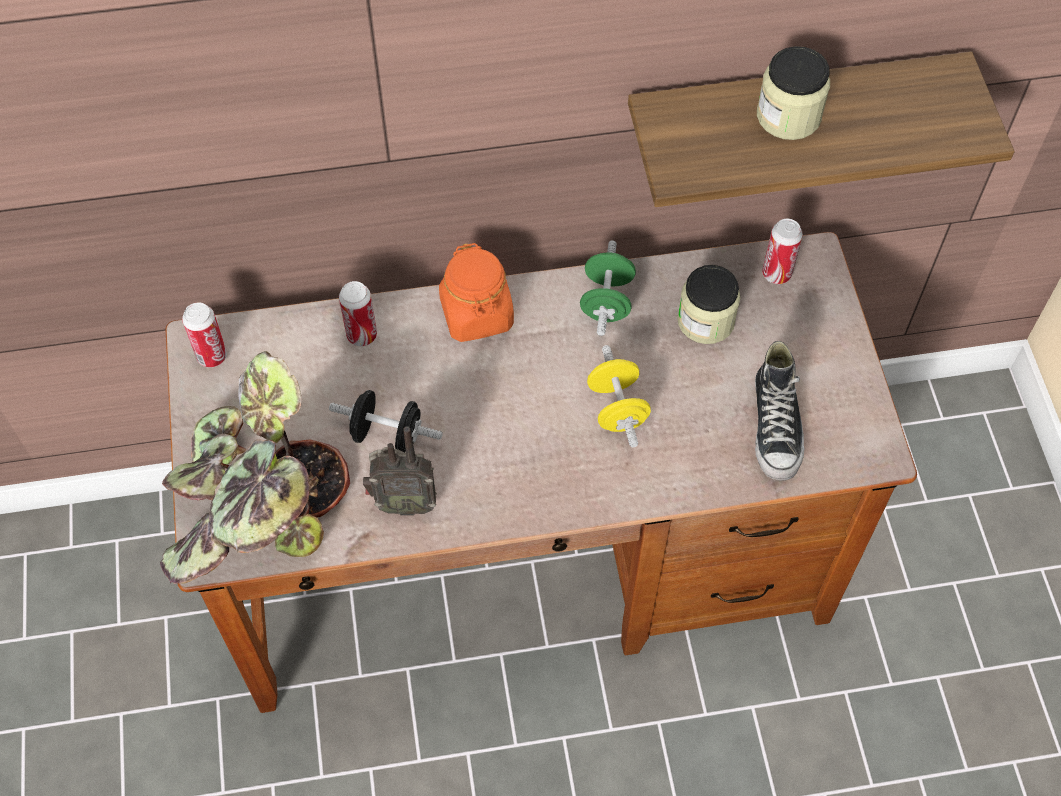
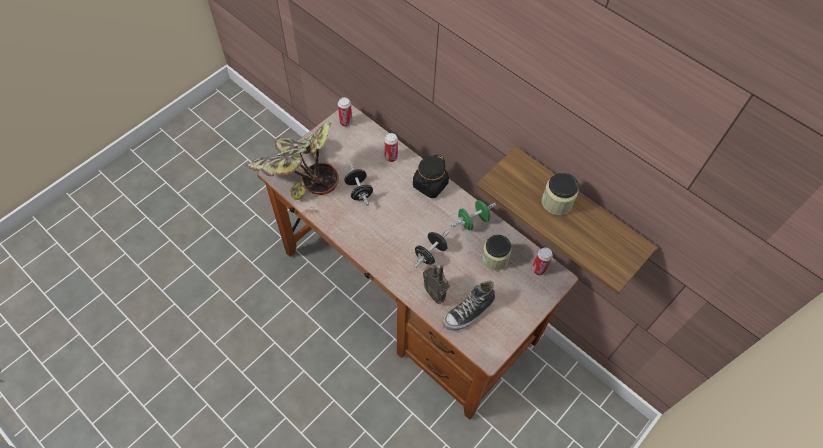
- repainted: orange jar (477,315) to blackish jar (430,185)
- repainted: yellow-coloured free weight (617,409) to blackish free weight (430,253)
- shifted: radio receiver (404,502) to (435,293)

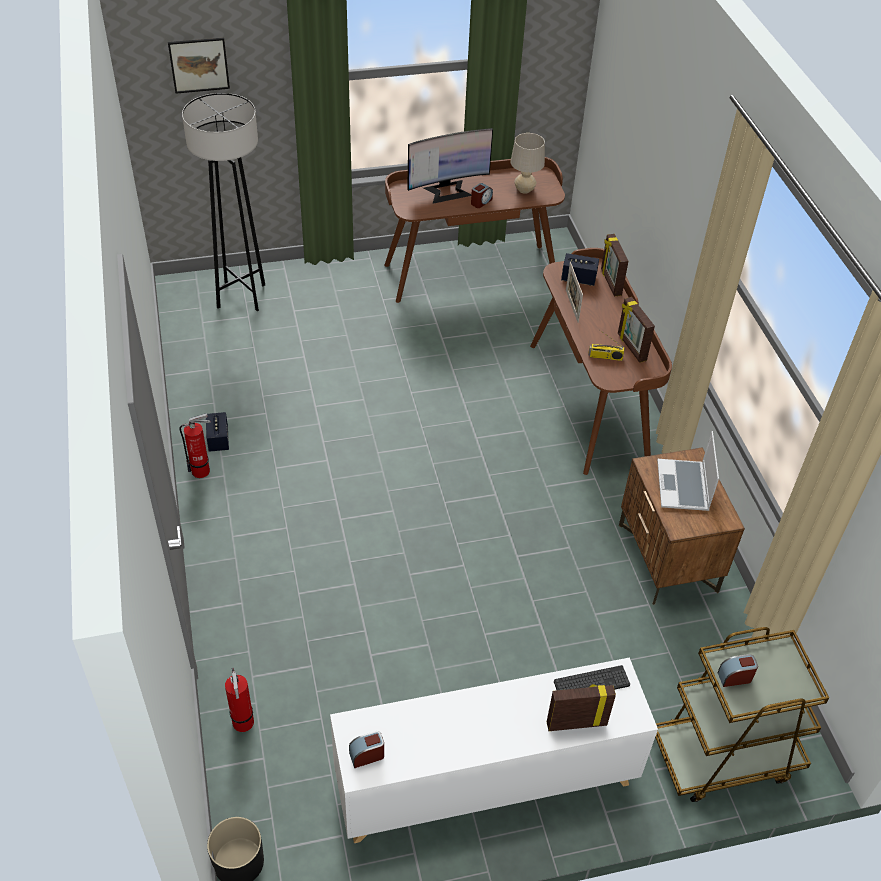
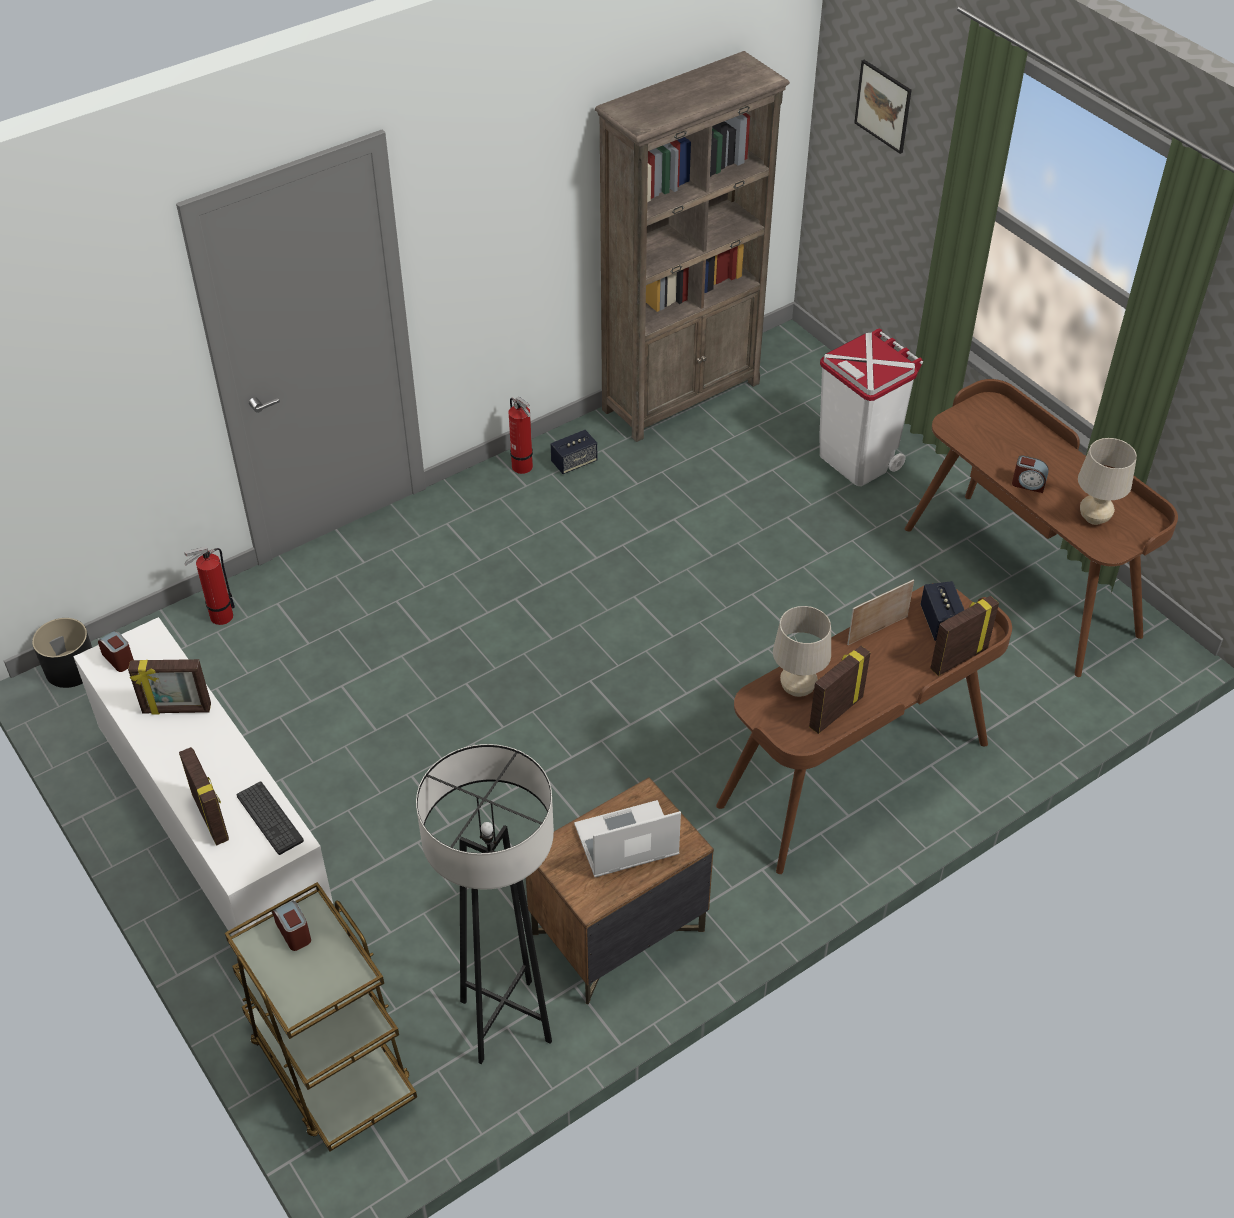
- shifted: gray standard lamp (241,296) to (506,1021)
- gone: monitor (447,191)
- swapped: radio receiver (605,357) to beige lamp for a table (797,689)
- new: brownish shelving unit (682,396)
- new: whitish waste bin (857,459)
- new: picture frame (176,710)

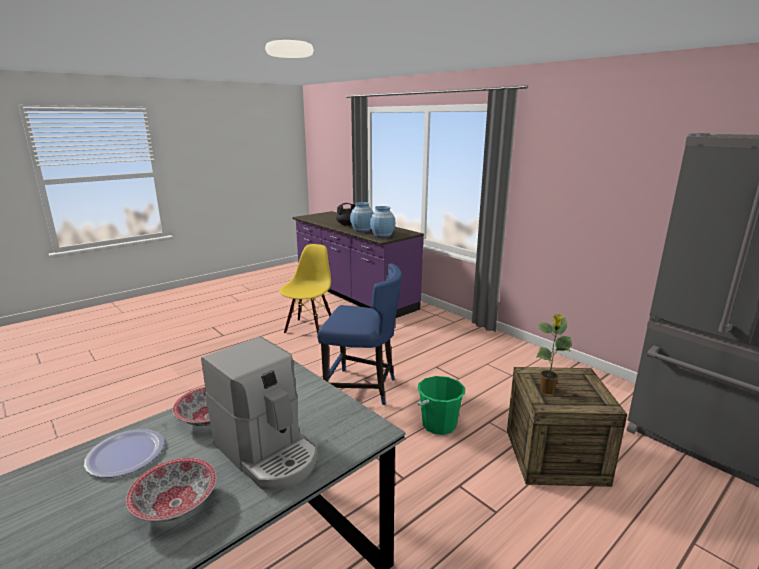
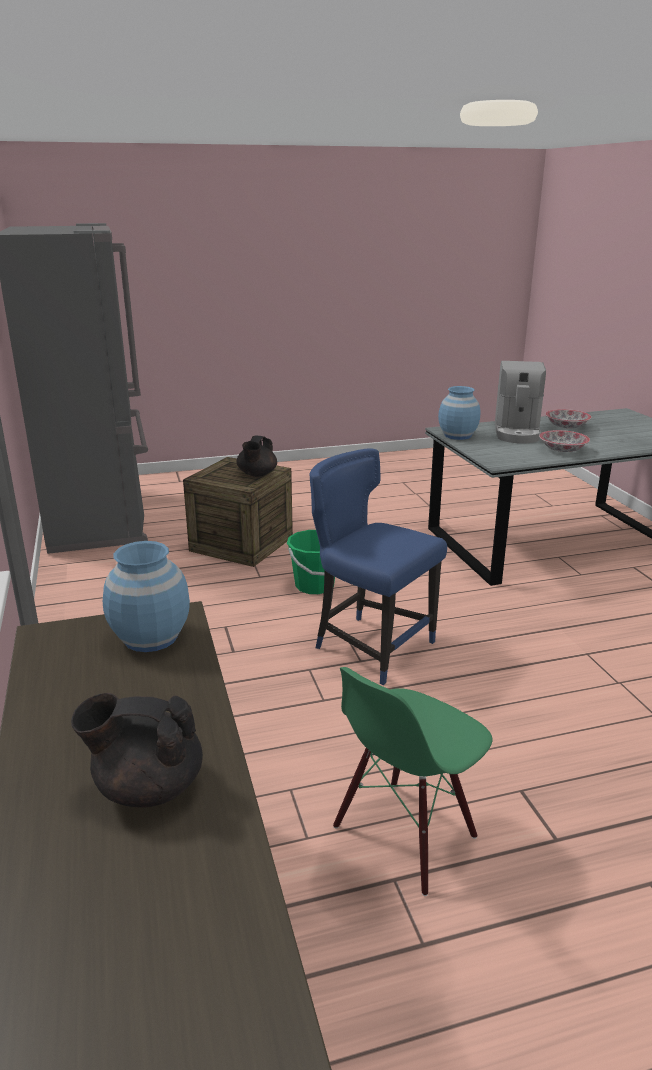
- shifted: blue vase (362,230) to (457,435)
- repainted: yellow-coloured chair (309,329) to greenish chair (405,834)
- swapped: potted plant (547,391) to blackish teapot (257,474)
- rotated: coffee machine (268,452) = (517,432) 150 degrees counterclockwise
- gone: plate (125,454)

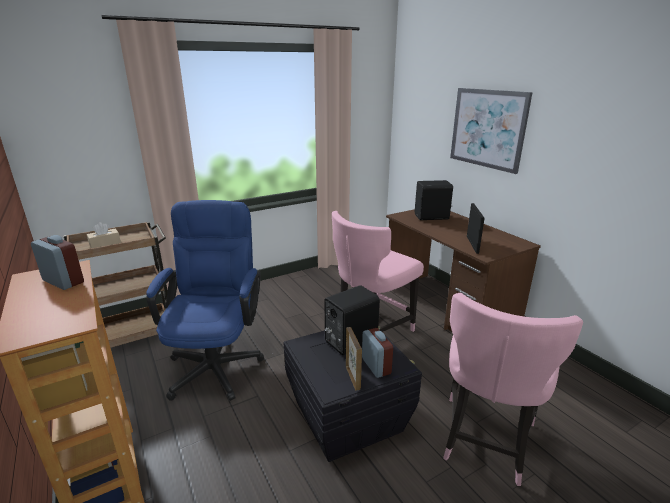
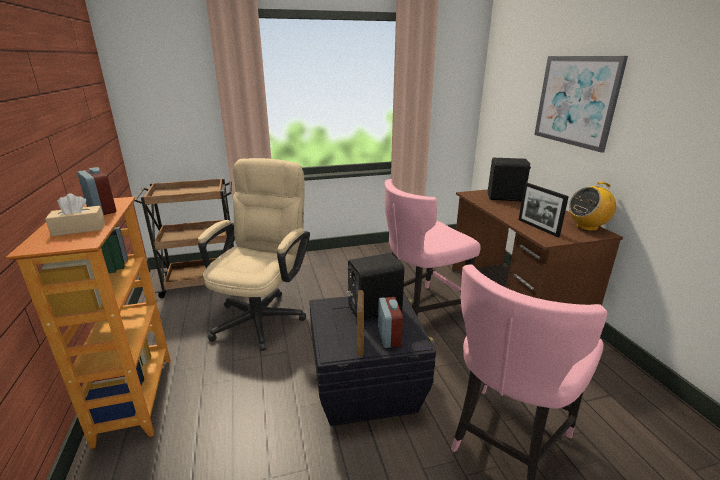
- repainted: blue computer chair (217,362) to beige computer chair (263,315)
- rotated: picture frame (472,244) = (538,228) 135 degrees clockwise
- shifted: beige tissue holder (105,244) to (79,229)
- new: radio receiver (587,227)

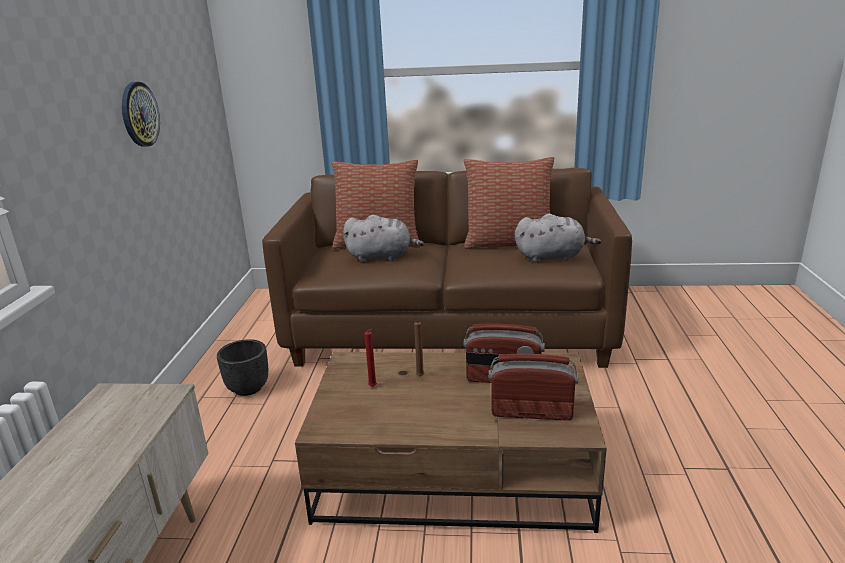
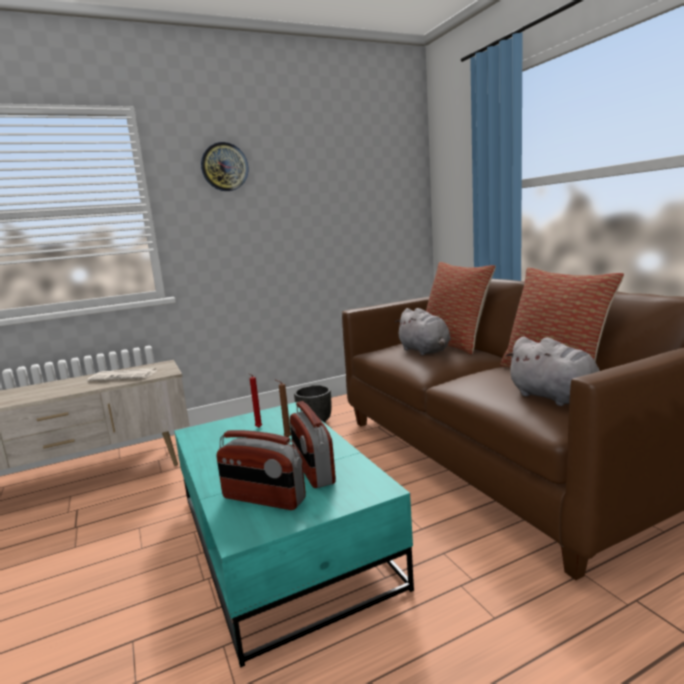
- shifted: wall clock (139,114) to (224,167)
- repainted: brownish lounge table (455,470) to turquoise lounge table (283,540)
- rotated: radio receiver (531,412) = (263,499) 135 degrees clockwise
- new: newspaper (124,376)

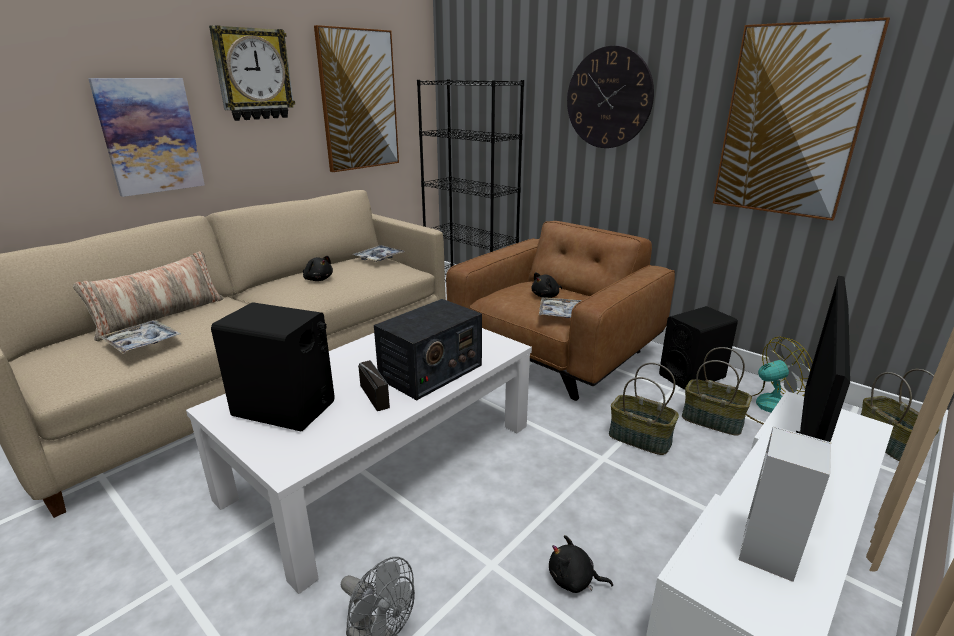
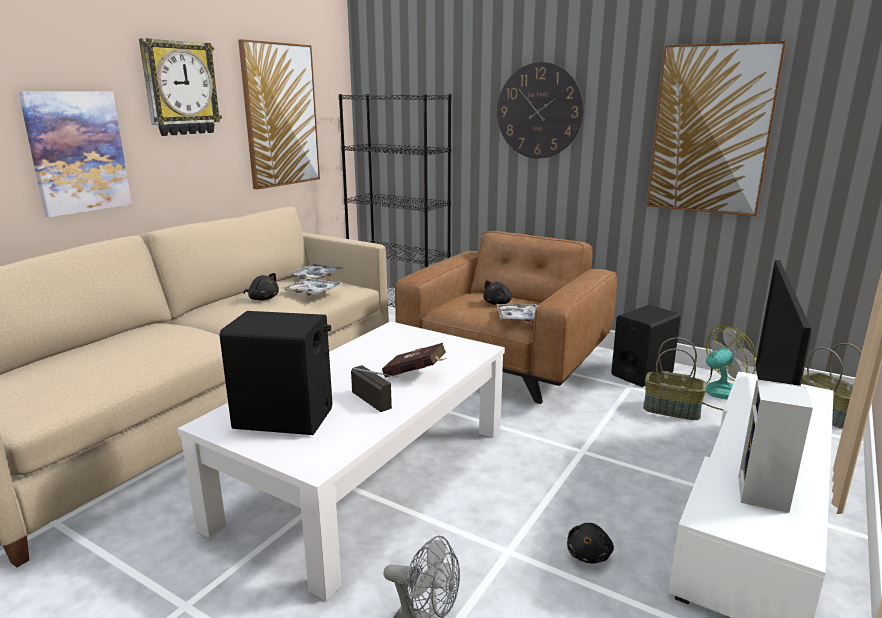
- gone: pillow (160,316)
- swapped: radio receiver (430,372) to reddish bound book (416,375)
- shifted: carrying tray (142,343) to (313,292)
- gone: basket (639,439)
- rotated: blackish cuddly toy (574,580) = (589,554) 75 degrees counterclockwise

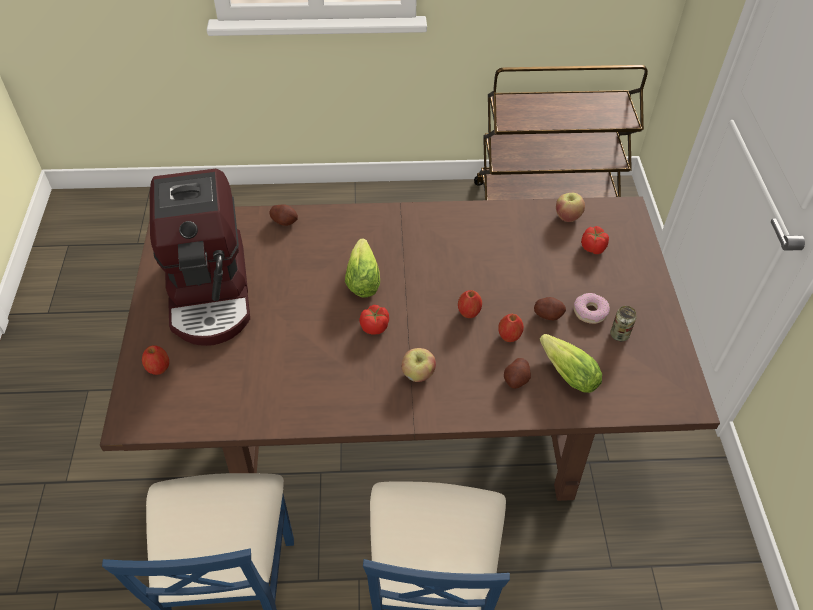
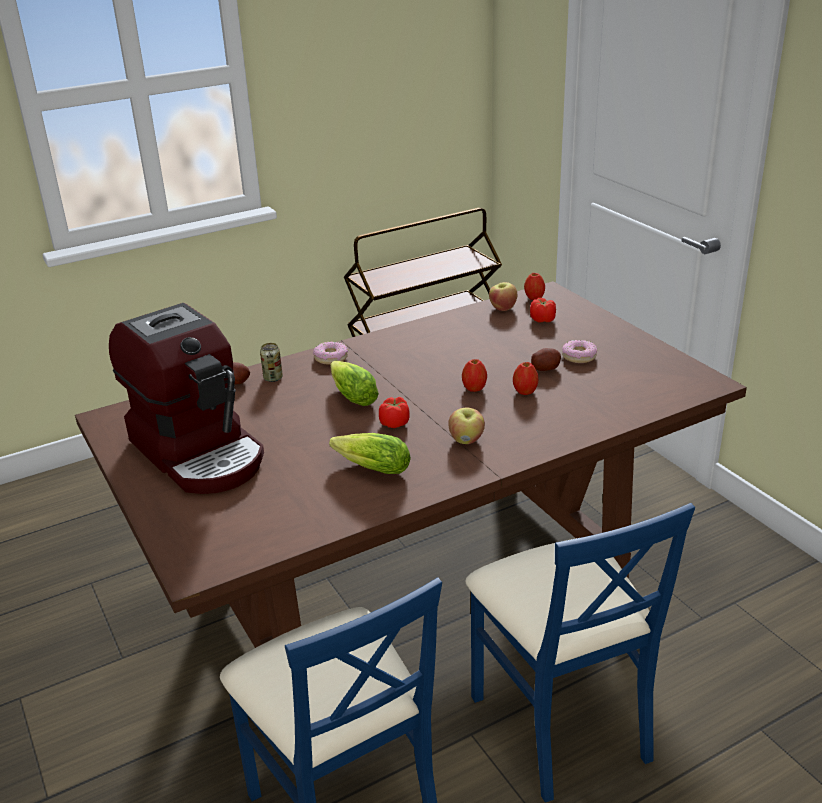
- shifted: can (619,334) to (273,378)
- shifted: lettuce head (565,371) to (369,468)
- shifted: whole apple (158,368) to (534,298)
- gone: spud (516,379)
- new: doughnut (331,358)

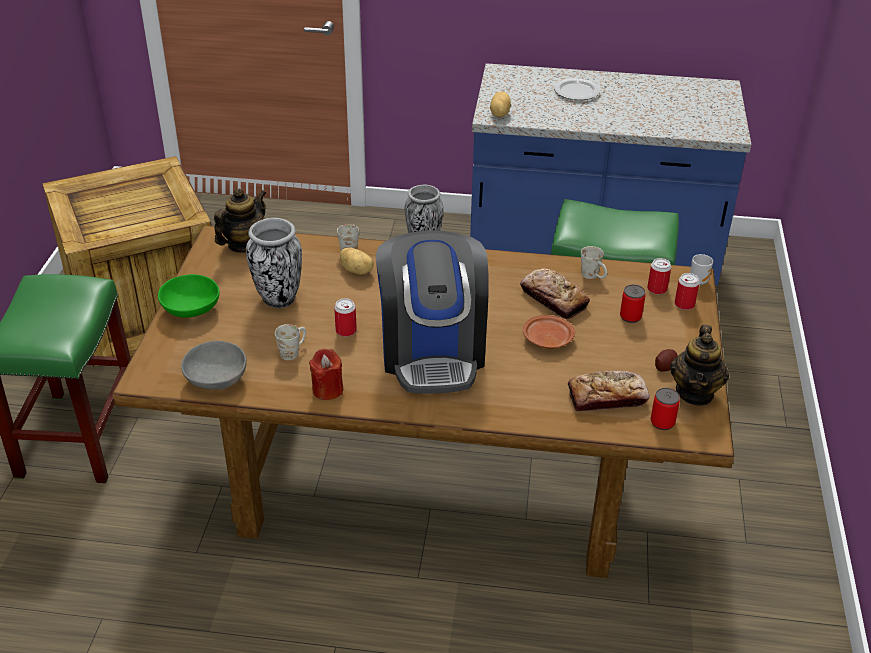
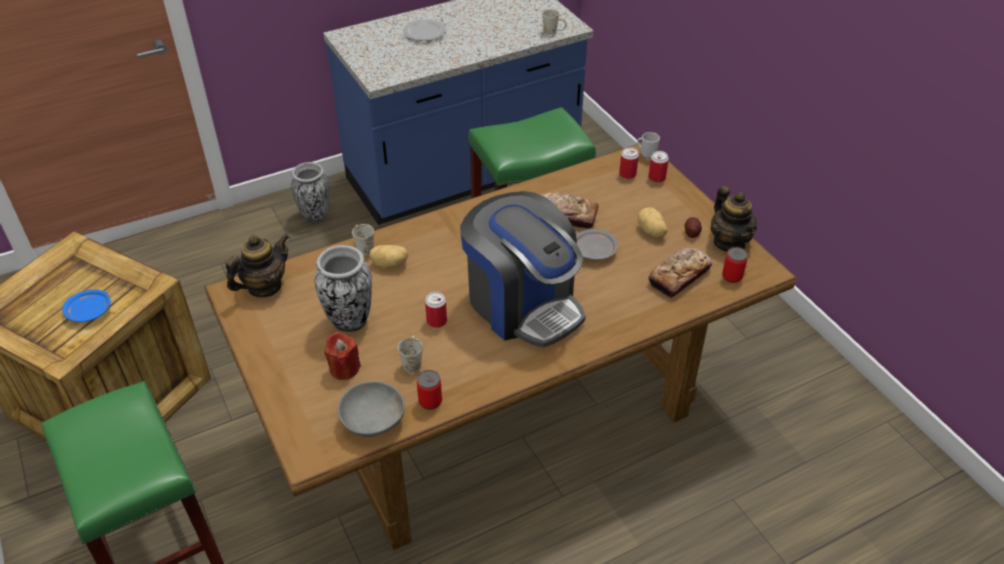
- shifted: spud (499,114) to (651,232)
- rotated: teapot (243,244) = (264,287) 45 degrees clockwise
- shifted: whitish tea mug (593,277) to (554,32)
- gone: greenish deep dish (190,309)
- shifted: can (630,317) to (430,401)
- repainted: brownish plate (547,339) to gray plate (593,251)
- shifted: reddish candle (327,389) to (344,368)
- new: blue plate (90,312)

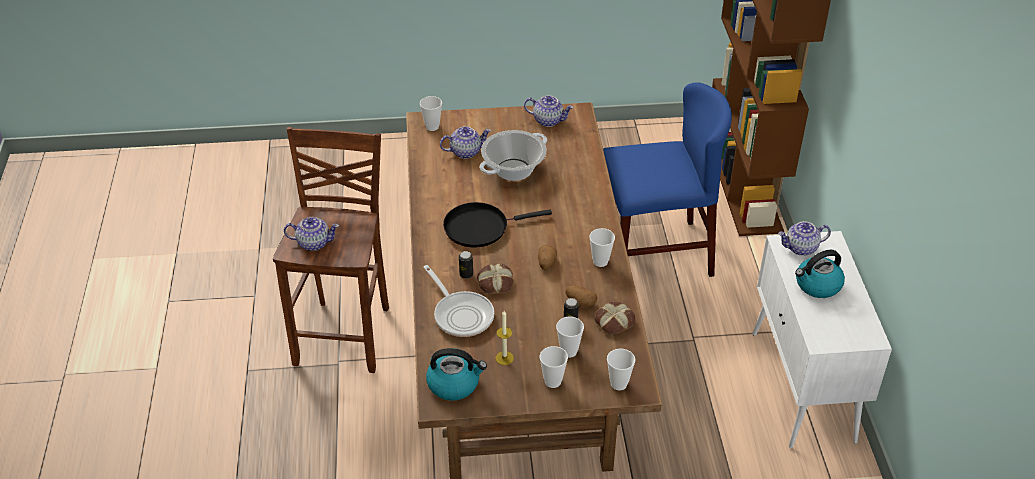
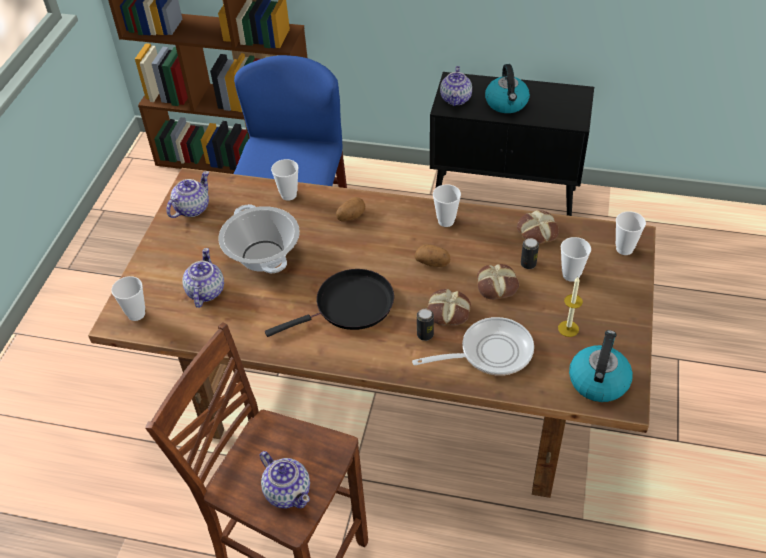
- rotated: blackish skillet (480,227) = (350,306) 120 degrees counterclockwise
- rotated: teapot (313,243) = (287,491) 120 degrees clockwise
- repainted: whitish cupboard (803,387) to blackish cupboard (506,201)
- shifted: spud (580,302) to (351,216)
- shifted: cup (553,381) to (288,195)
- new: baked bread (497,285)

